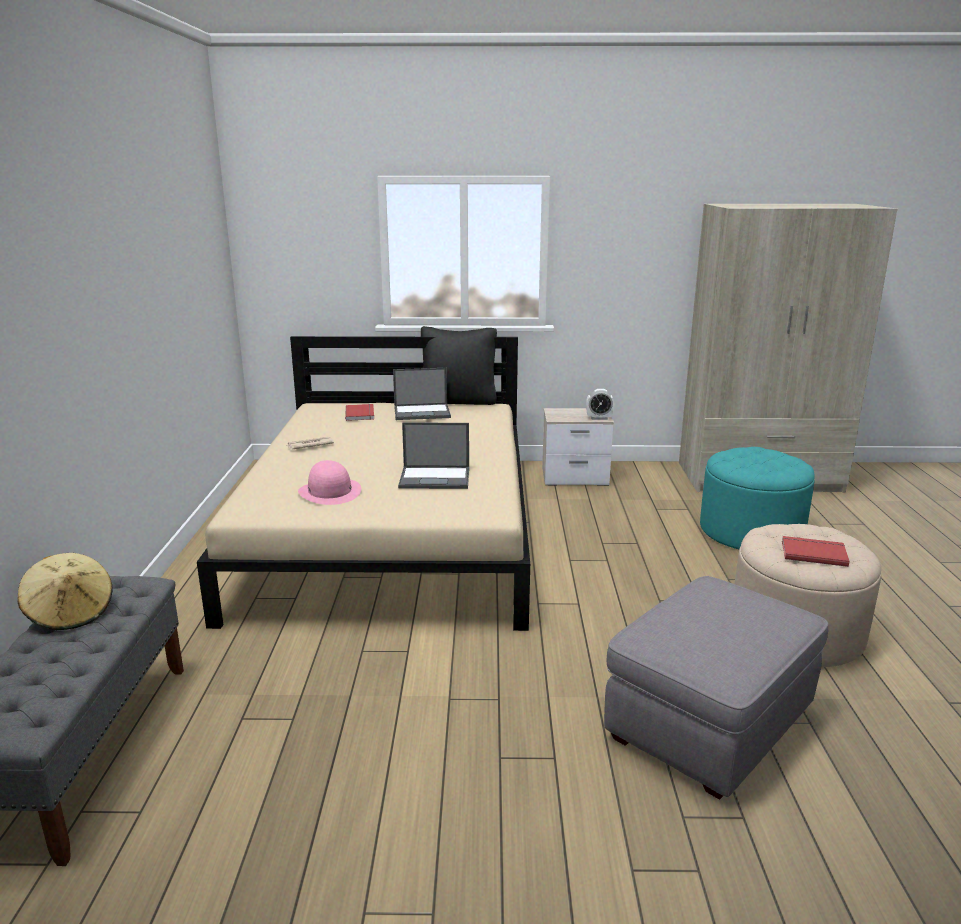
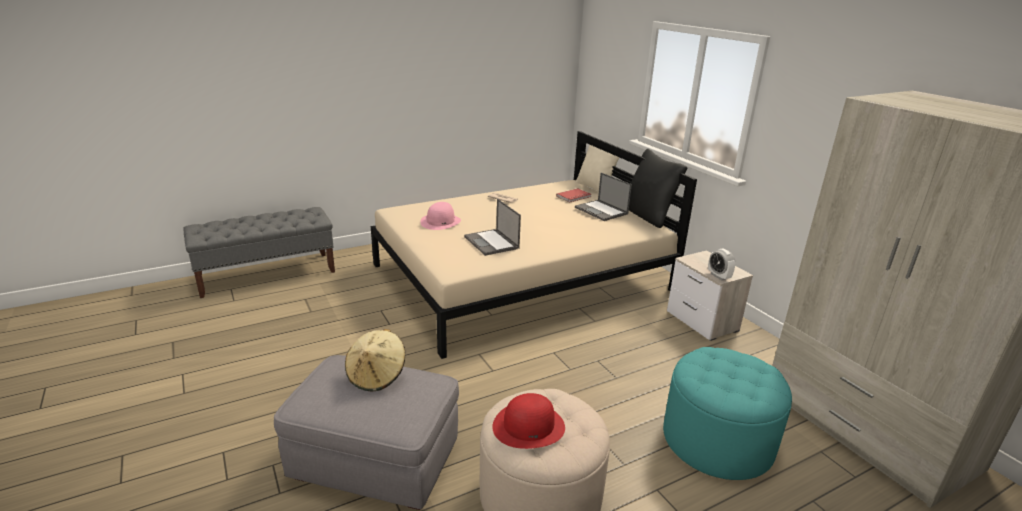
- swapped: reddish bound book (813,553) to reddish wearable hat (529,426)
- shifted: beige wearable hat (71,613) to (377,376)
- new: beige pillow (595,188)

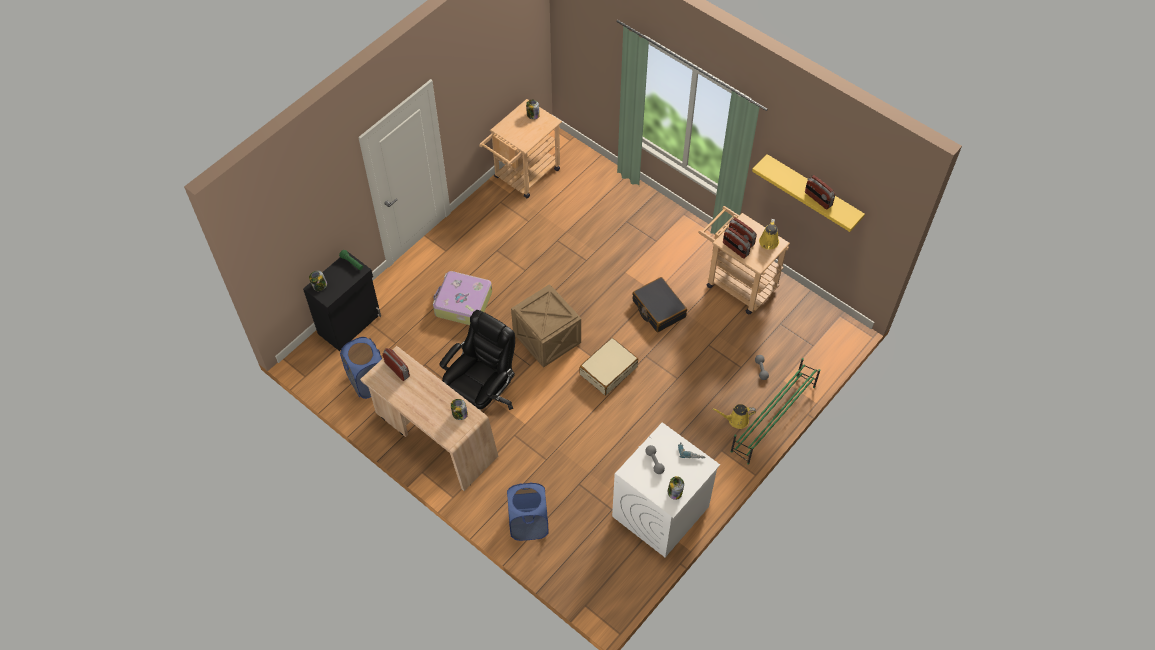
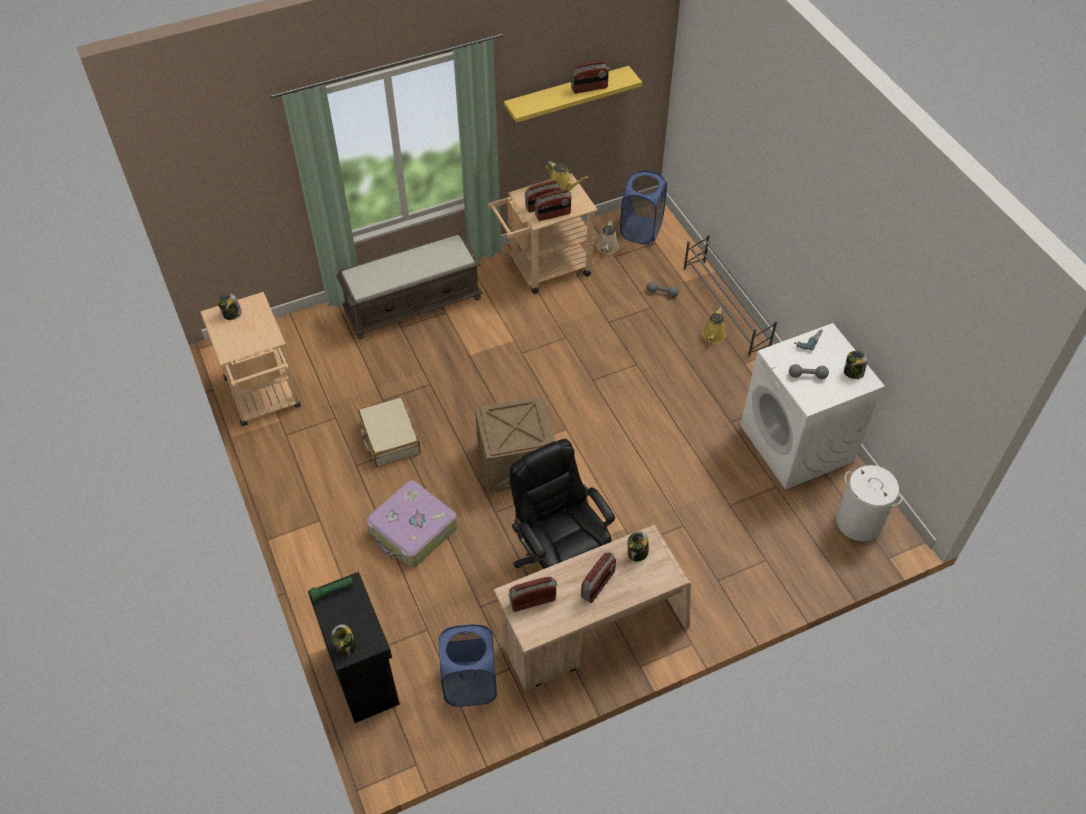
- gone: blackish travel case (658,309)
- shifted: beige travel case (608,370) to (389,438)
- repainted: greenish shoe shelf (772,419) to gray shoe shelf (725,307)
- shifted: blue washing basket (528,524) to (641,230)
- new: beige watering pot (607,248)
- new: brownish long seat (413,304)
- new: whitish washing basket (858,522)
- new: radio receiver (598,585)

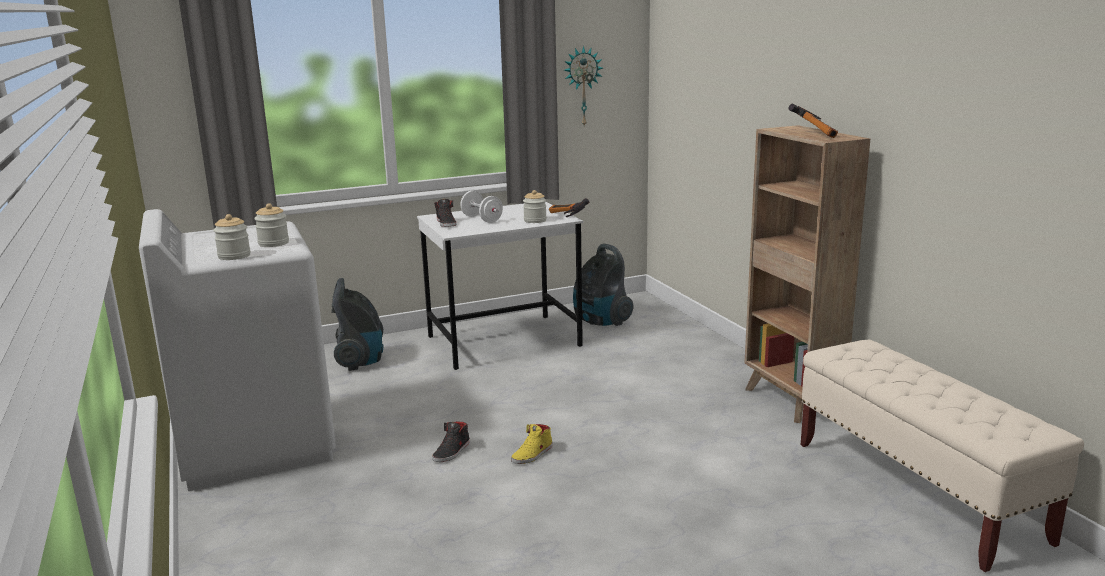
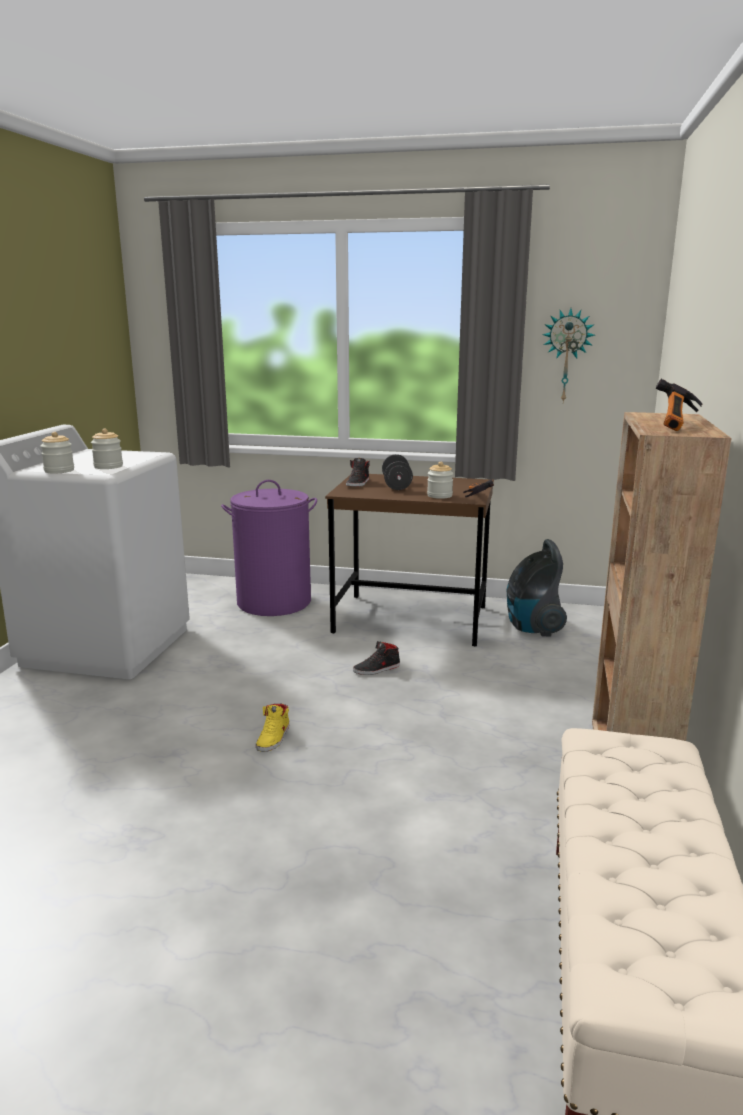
- repainted: whitish free weight (482,219) to blackish free weight (396,485)
- repainted: whitish desk table (504,341) to brownish desk table (411,620)
- swapped: vacuum cleaner (361,361) to purple-coloured washing basket (274,602)
- shifted: blackish shoe (452,451) to (377,669)
- rotated: yellow-coloured shoe (532,454) = (274,738) 60 degrees counterclockwise

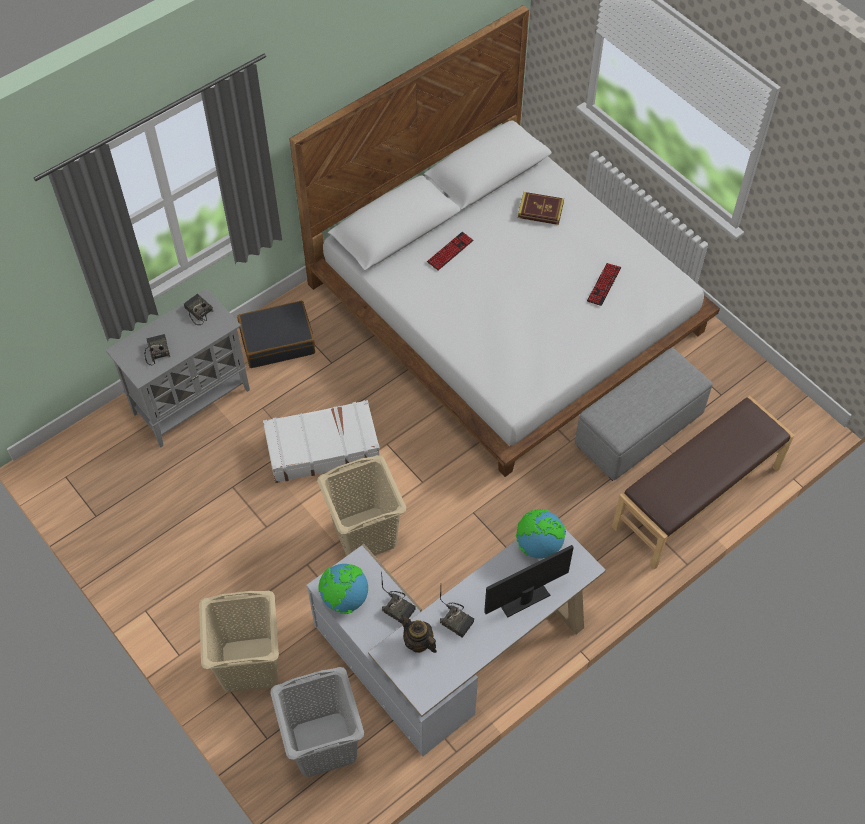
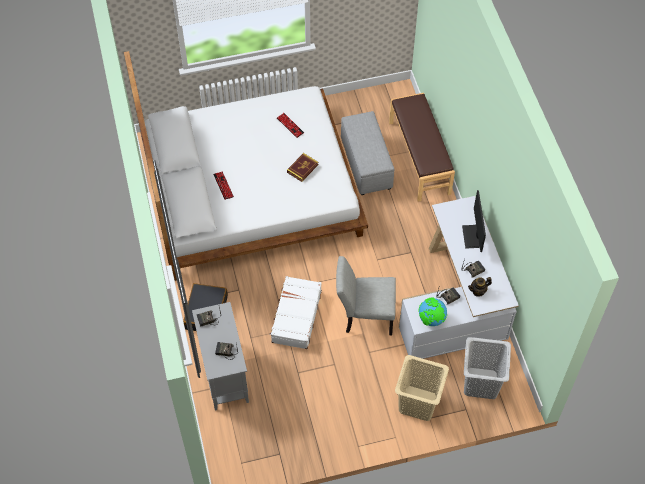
- shifted: bound book (540,210) to (302,168)
- swapped: beige washing basket (365,534) to gray chair (364,316)
- gone: world globe (538,545)

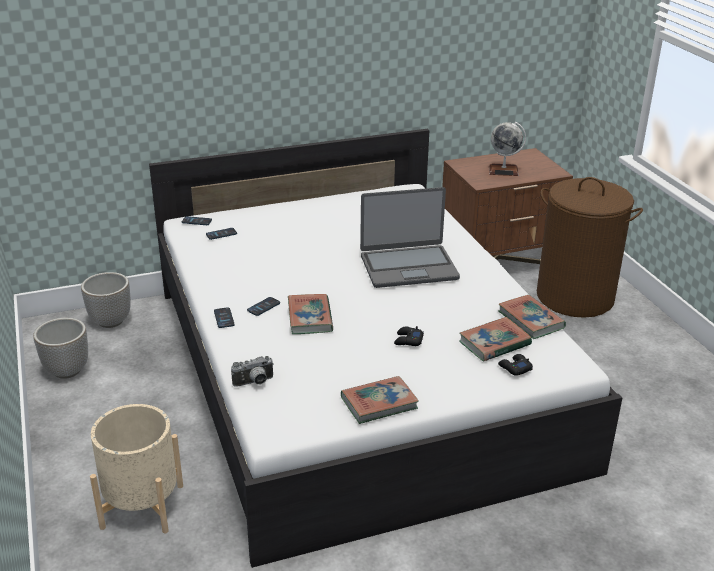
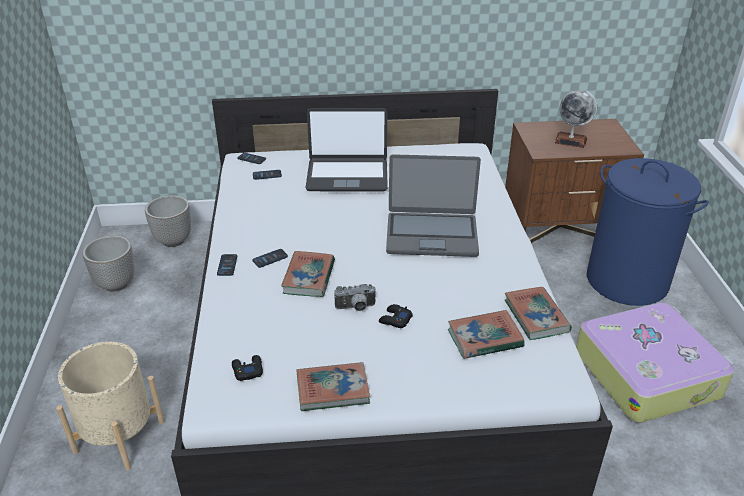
- repainted: brownish washing basket (575,297) to blue washing basket (627,280)
- shifted: blackish game controller (514,368) to (247,370)
- shifted: still camera (254,383) to (356,308)
- new: portable computer (347,176)
- new: travel case (647,373)

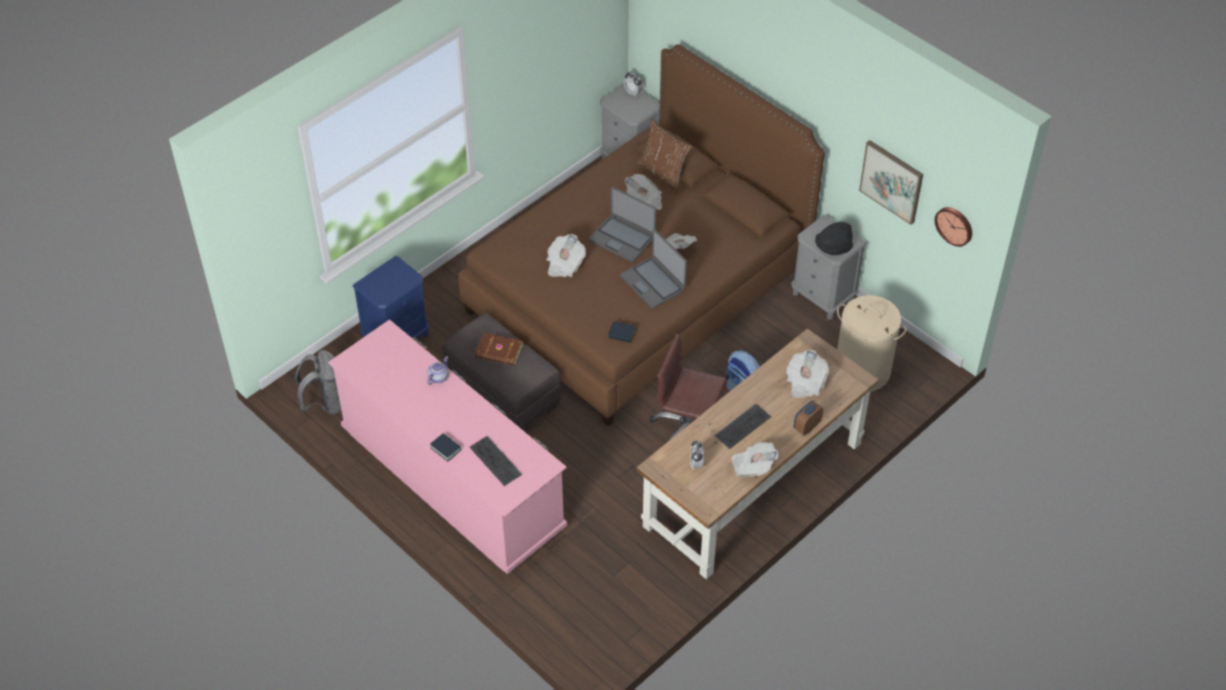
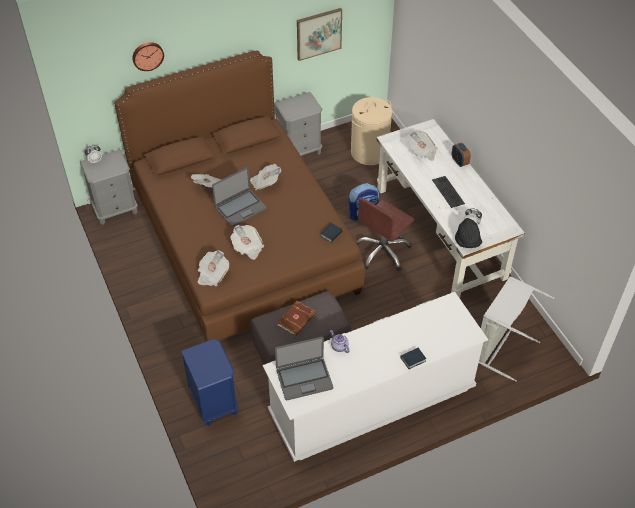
- gone: brownish pillow (663,174)
- shifted: wall clock (955,225) to (147,55)
- shifted: blackish wearable hat (833,247) to (467,241)
- shifted: portable computer (653,283) to (304,378)
- repainted: pinkish chest of drawers (453,479) to whitish chest of drawers (372,401)
- repainted: brownish desk table (753,485) to whitish desk table (440,232)
- gone: gray knapsack (326,402)
- gone: keyboard (495,461)
- shifted: newspaper (752,466) to (212,275)
- new: gray washing basket (500,348)

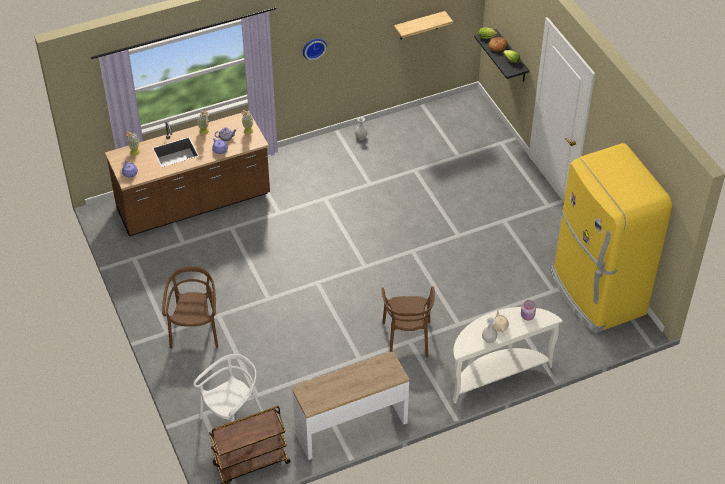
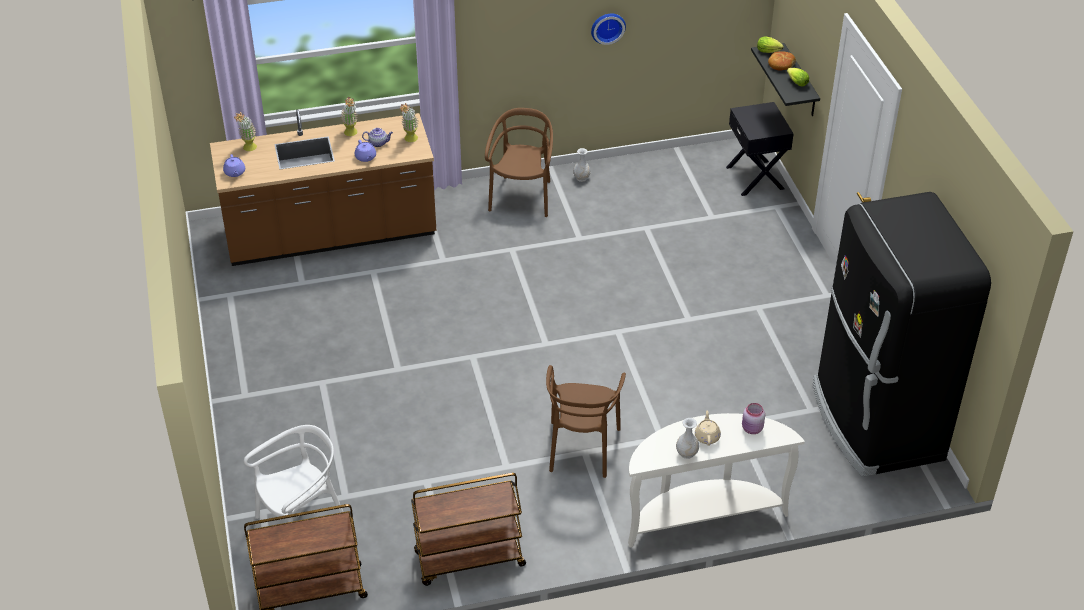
- gone: wall shelf (419,25)
- shifted: wall clock (313,47) to (607,27)
- repainted: yellow-coloured refrigerator (596,294) to blackish refrigerator (875,423)
- shifted: brownish chair (195,331) to (522,197)
- swapped: hall table (351,427) to brownish wheeled cart (469,560)
- new: blackish nightstand (756,178)

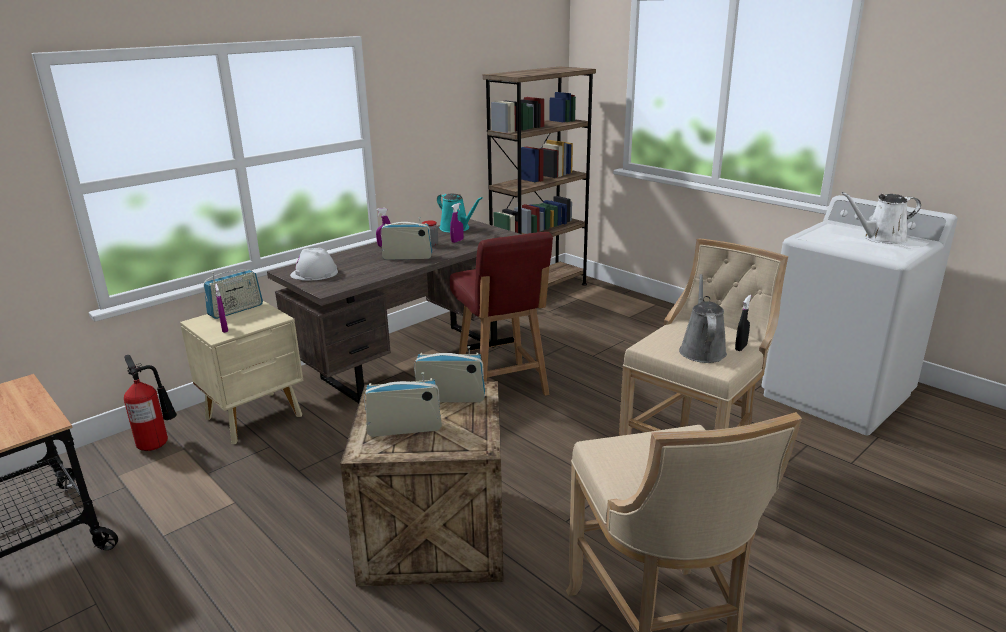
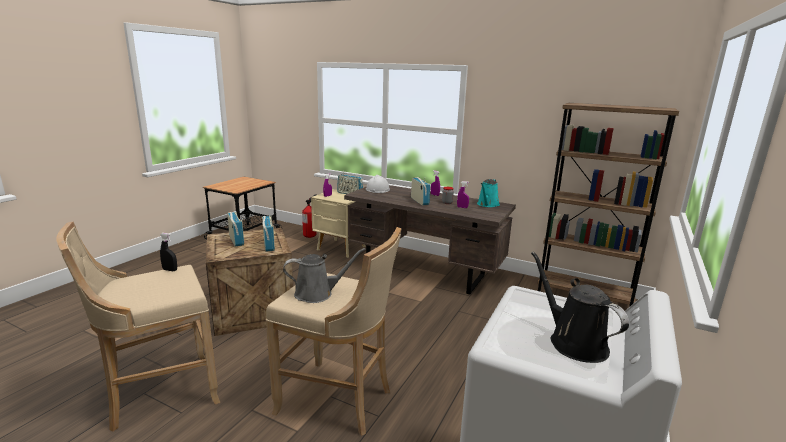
- repainted: whitish watering pot (881,239) to blackish watering pot (573,342)
- gone: reddish chair (502,386)
- shifted: blackish spray bottle (741,347) to (170,270)

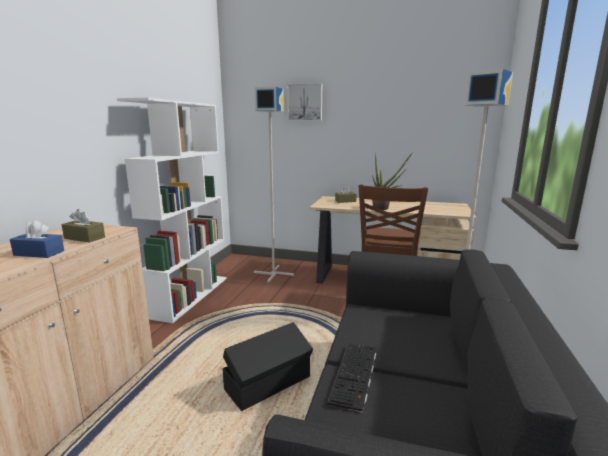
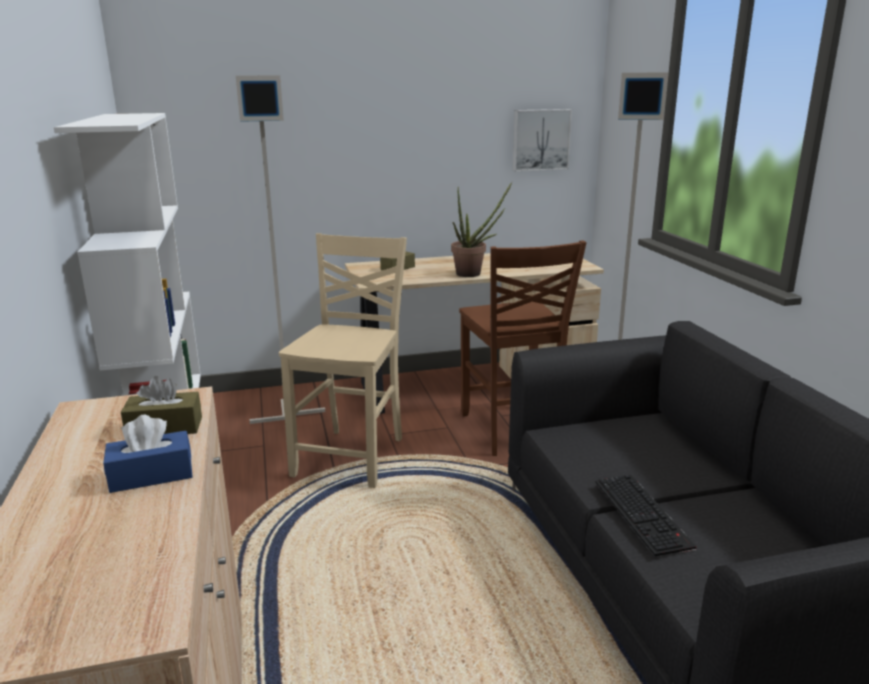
- shifted: wall picture (305,102) to (540,140)
- gone: blackish storage container (269,383)
- new: beige chair (352,456)

